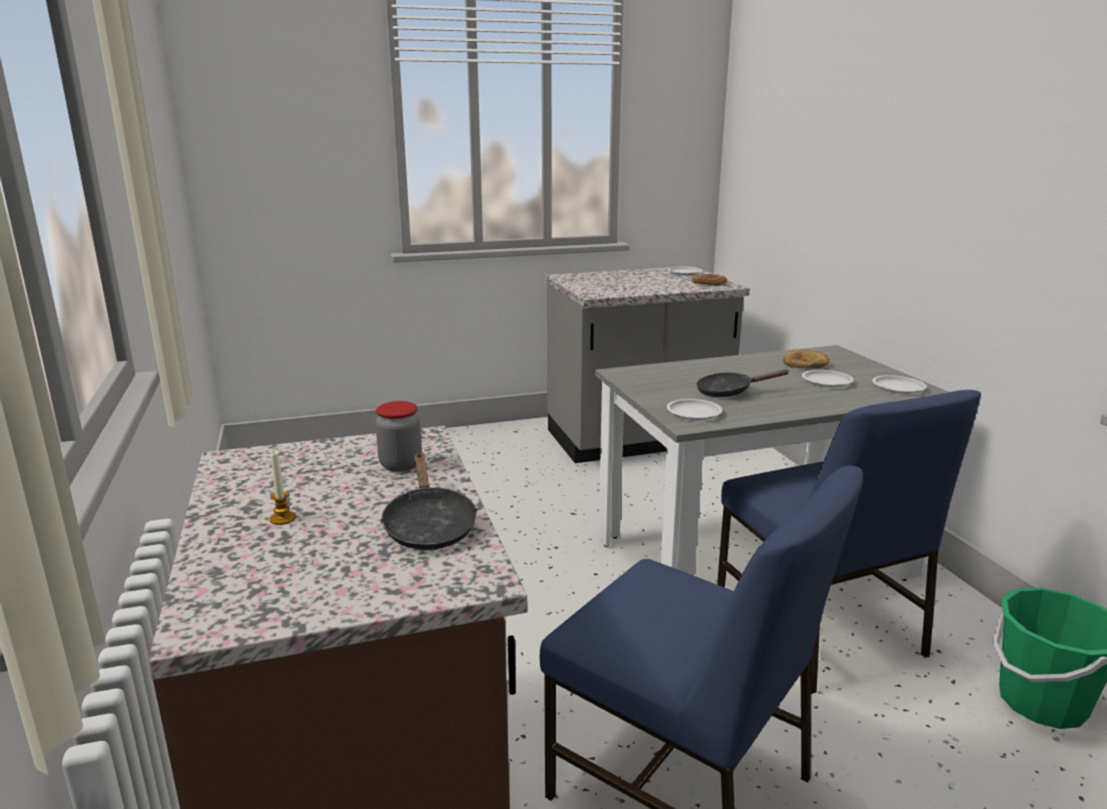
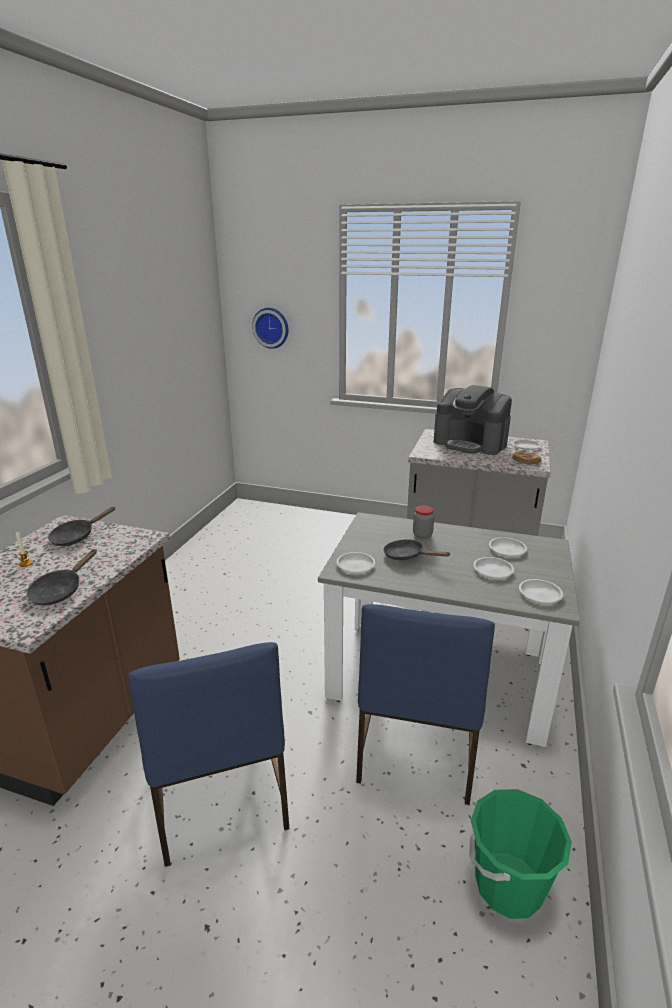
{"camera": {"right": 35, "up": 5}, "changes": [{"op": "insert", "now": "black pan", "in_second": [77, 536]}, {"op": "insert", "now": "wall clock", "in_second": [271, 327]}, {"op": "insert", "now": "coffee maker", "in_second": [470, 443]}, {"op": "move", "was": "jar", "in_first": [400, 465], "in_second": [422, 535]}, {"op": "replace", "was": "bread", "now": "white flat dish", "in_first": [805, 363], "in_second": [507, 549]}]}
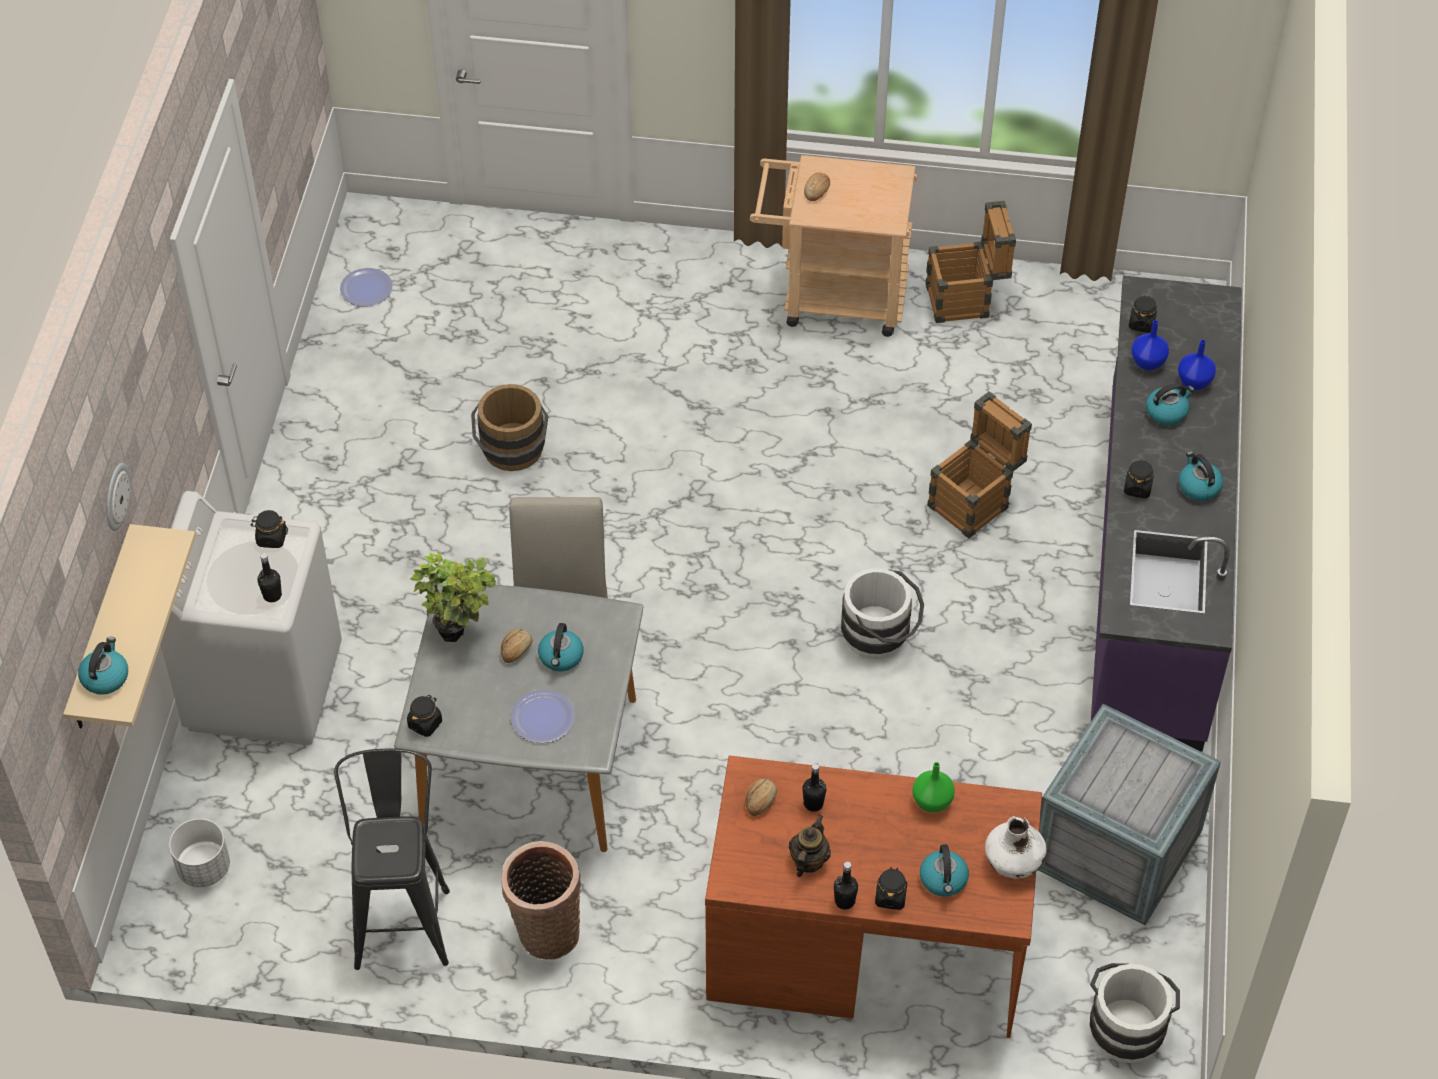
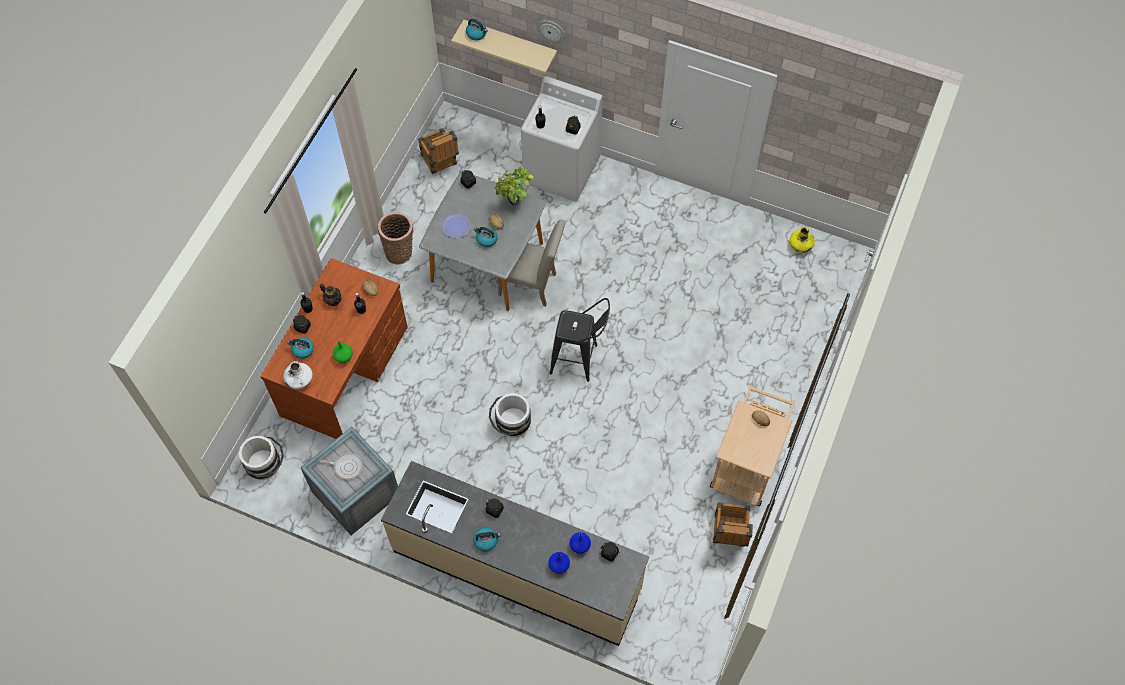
{"camera": {"right": 105, "up": 10}, "changes": [{"op": "delete", "was": "white planter", "in_first": [203, 868]}, {"op": "delete", "was": "brownish bucket", "in_first": [513, 453]}, {"op": "delete", "was": "kettle", "in_first": [1167, 412]}, {"op": "insert", "now": "pan", "in_second": [346, 466]}, {"op": "move", "was": "black sitting stool", "in_first": [403, 917], "in_second": [579, 361]}, {"op": "move", "was": "crate", "in_first": [975, 502], "in_second": [440, 163]}, {"op": "replace", "was": "flat dish", "now": "yellowish flower vase", "in_first": [366, 288], "in_second": [800, 246]}, {"op": "recolor", "was": "purple counter", "now": "sand-coloured counter", "in_first": [1151, 562], "in_second": [517, 570]}]}
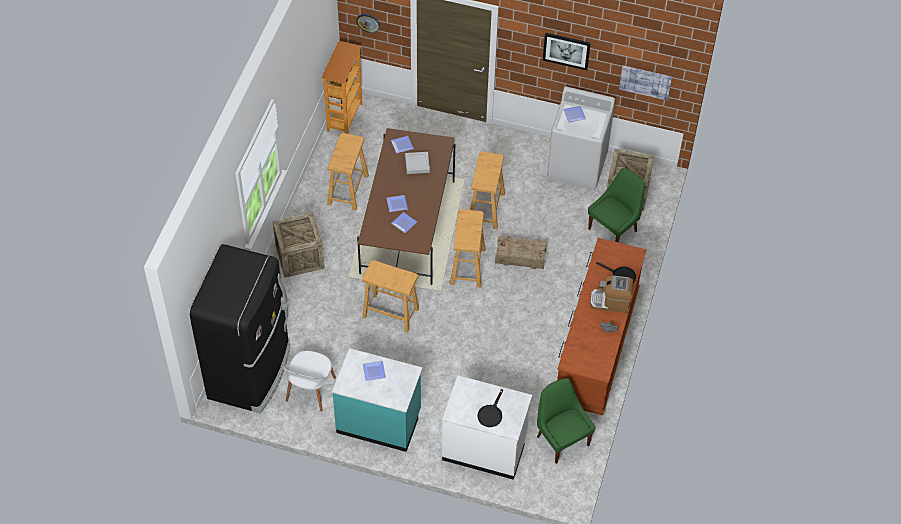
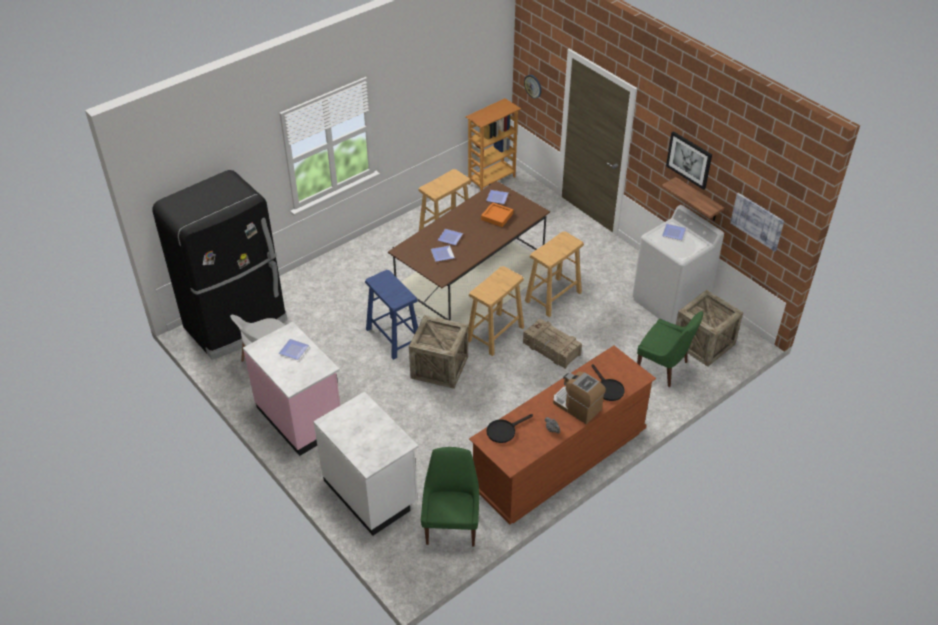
{"camera": {"right": 35, "up": -10}, "changes": [{"op": "insert", "now": "wall shelf", "in_second": [698, 200]}, {"op": "move", "was": "crate", "in_first": [300, 257], "in_second": [439, 367]}, {"op": "move", "was": "black pan", "in_first": [491, 413], "in_second": [504, 430]}, {"op": "recolor", "was": "blue-green counter", "now": "pink counter", "in_first": [379, 421], "in_second": [300, 417]}, {"op": "recolor", "was": "sand-coloured sitting stool", "now": "blue-coloured sitting stool", "in_first": [390, 312], "in_second": [393, 337]}, {"op": "recolor", "was": "grey tray", "now": "orange tray", "in_first": [417, 164], "in_second": [497, 217]}, {"op": "rotate", "was": "green-coloured plain chair", "in_first": [614, 229], "in_second": [664, 368], "clockwise": 45}]}
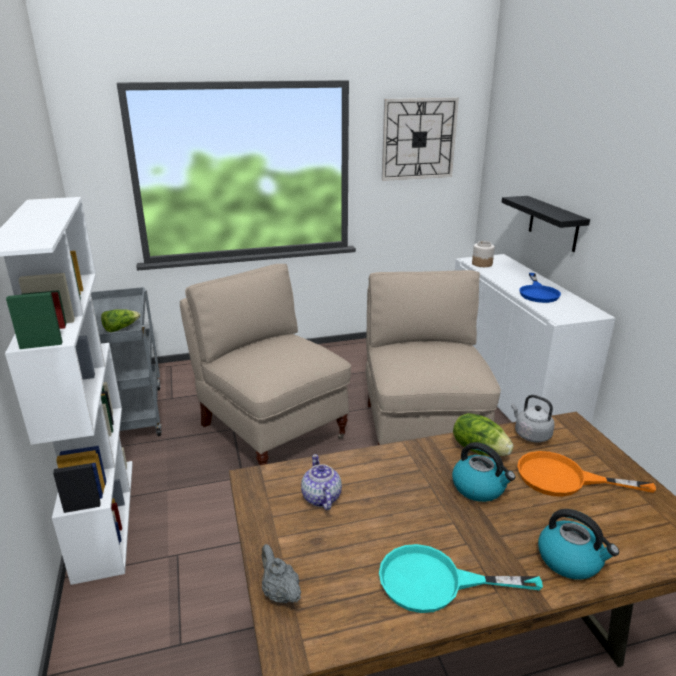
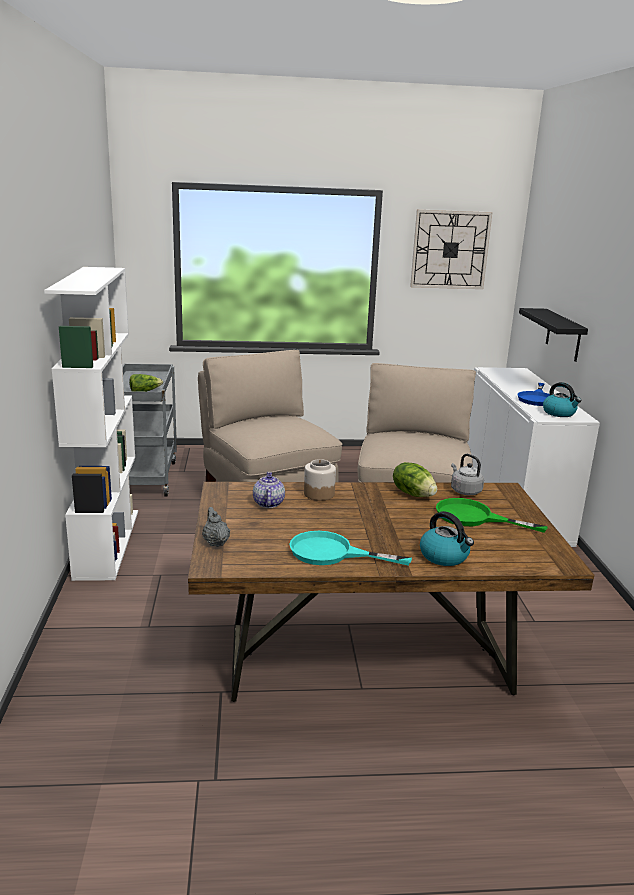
{"camera": {"right": 10, "up": -5}, "changes": [{"op": "move", "was": "kettle", "in_first": [479, 487], "in_second": [559, 413]}, {"op": "move", "was": "jar", "in_first": [481, 264], "in_second": [319, 494]}, {"op": "recolor", "was": "orange pan", "now": "green-coloured pan", "in_first": [564, 478], "in_second": [474, 517]}]}
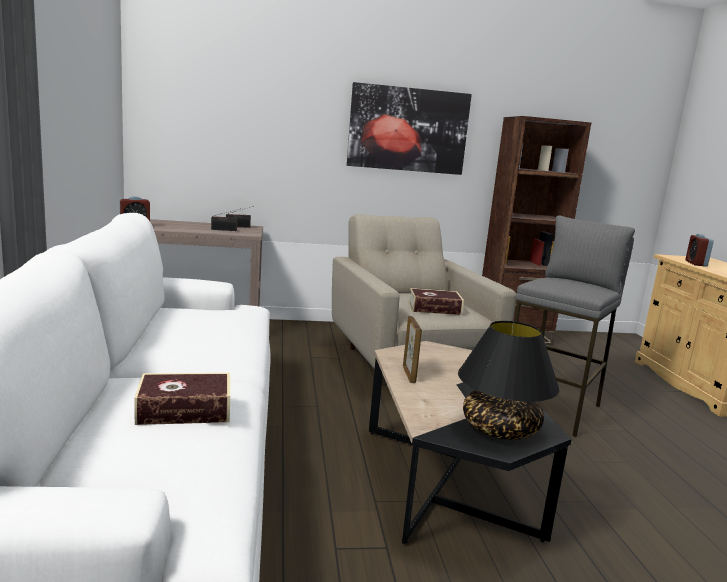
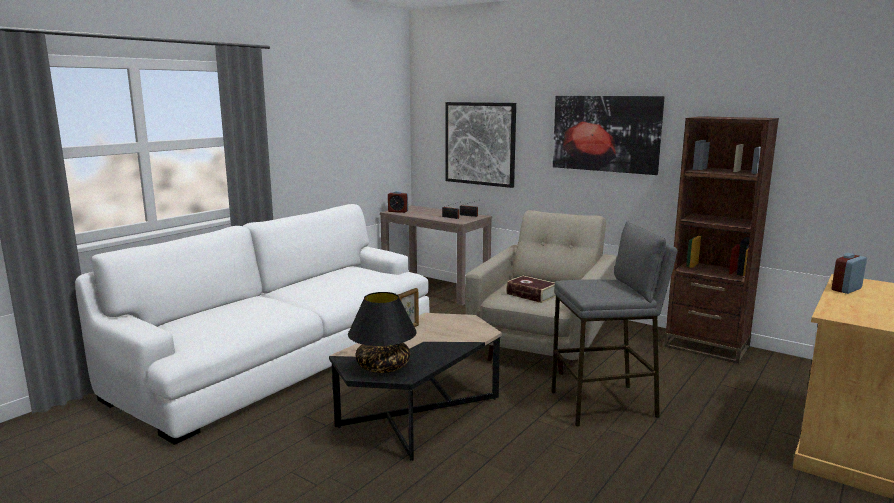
{"camera": {"right": 45, "up": 0}, "changes": [{"op": "delete", "was": "book", "in_first": [185, 410]}, {"op": "insert", "now": "wall picture", "in_second": [480, 143]}]}
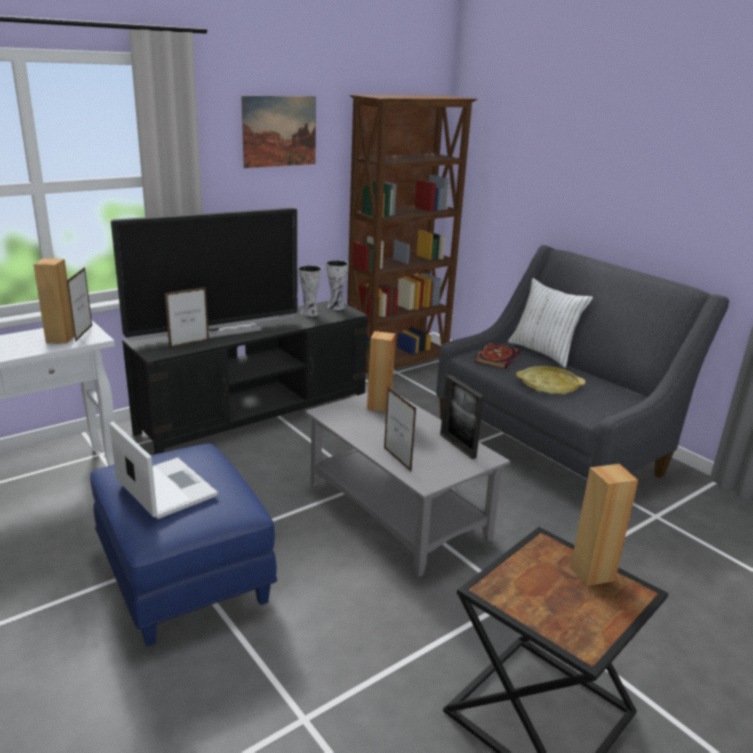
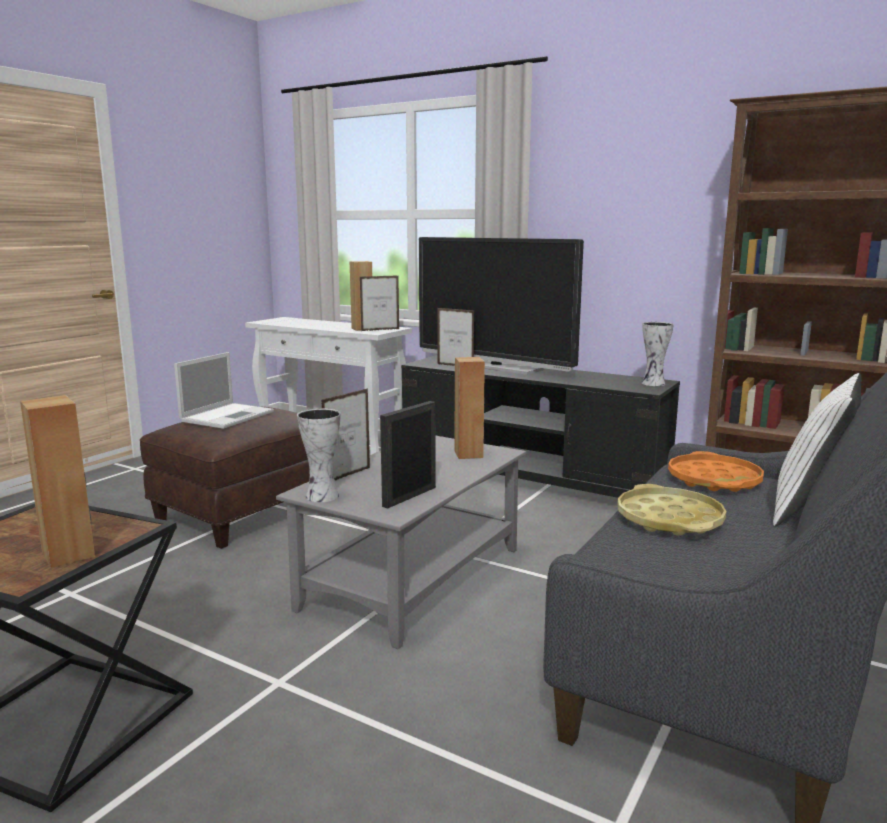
{"camera": {"right": 70, "up": -10}, "changes": [{"op": "delete", "was": "wall picture", "in_first": [279, 131]}, {"op": "move", "was": "flower vase", "in_first": [309, 314], "in_second": [320, 496]}, {"op": "replace", "was": "book", "now": "orange tray", "in_first": [496, 357], "in_second": [714, 480]}, {"op": "recolor", "was": "blue-coloured ottoman", "now": "brownish ottoman", "in_first": [186, 575], "in_second": [245, 513]}]}
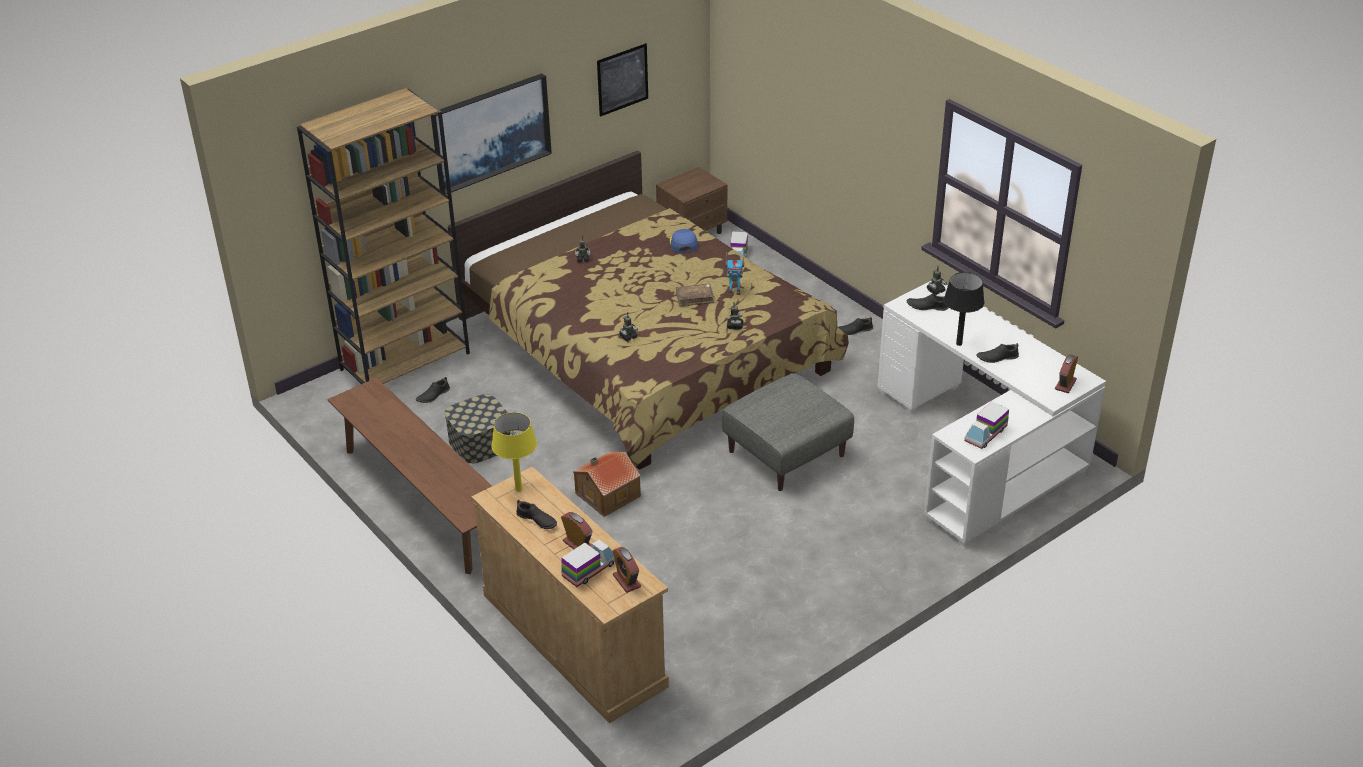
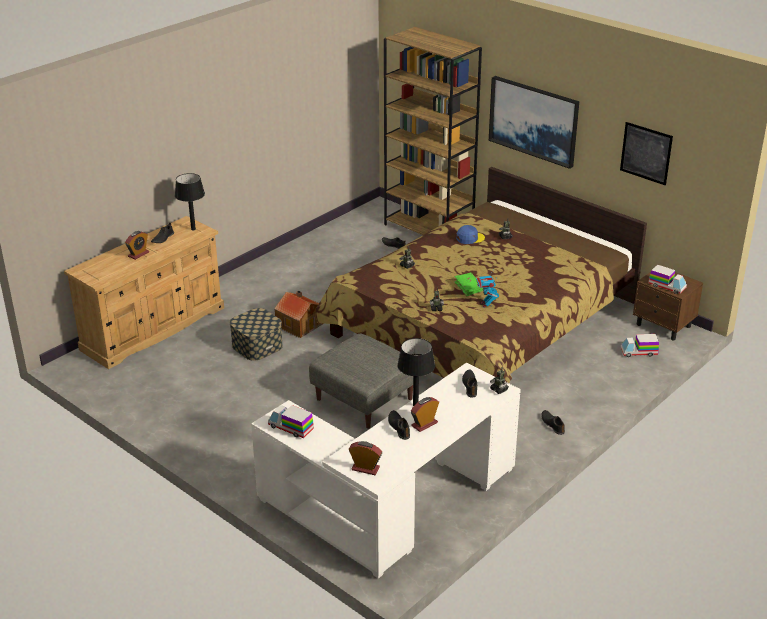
{"camera": {"right": 80, "up": -5}, "changes": [{"op": "delete", "was": "brownish indoor bench", "in_first": [424, 500]}, {"op": "move", "was": "storage bin", "in_first": [480, 442], "in_second": [257, 346]}, {"op": "move", "was": "toy lorry", "in_first": [589, 570], "in_second": [667, 287]}, {"op": "move", "was": "alarm clock", "in_first": [626, 581], "in_second": [424, 424]}, {"op": "move", "was": "blue-coloured baseball cap", "in_first": [683, 244], "in_second": [470, 238]}, {"op": "recolor", "was": "yellowish tabletop lamp", "now": "black tabletop lamp", "in_first": [519, 489], "in_second": [193, 229]}, {"op": "recolor", "was": "brownish book", "now": "green-coloured book", "in_first": [694, 298], "in_second": [468, 287]}]}
